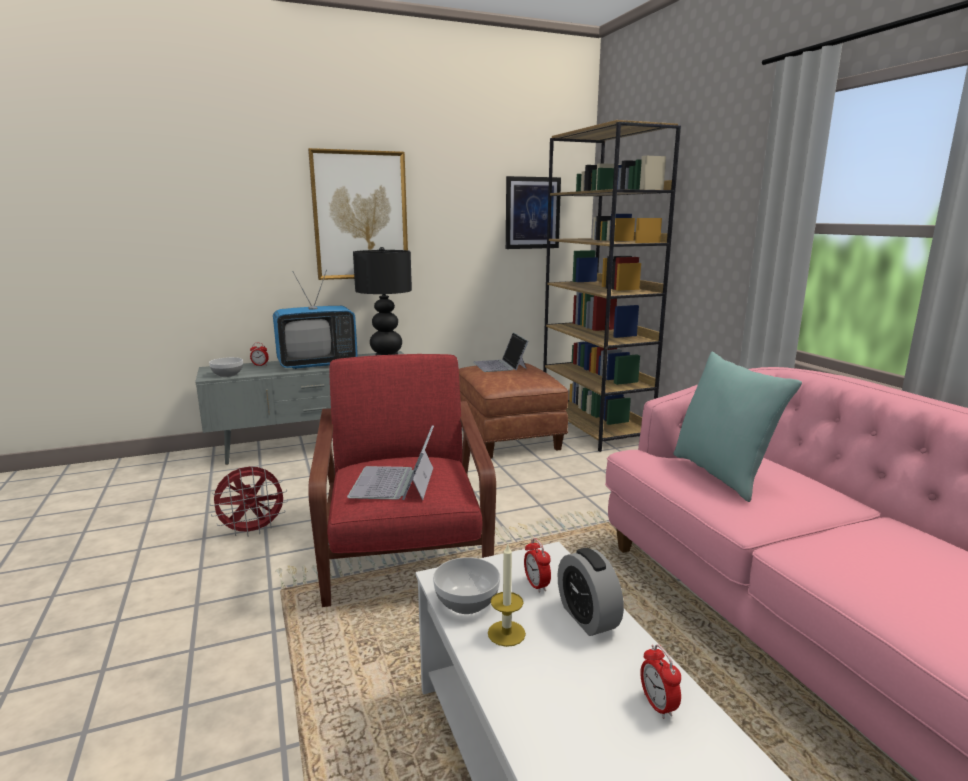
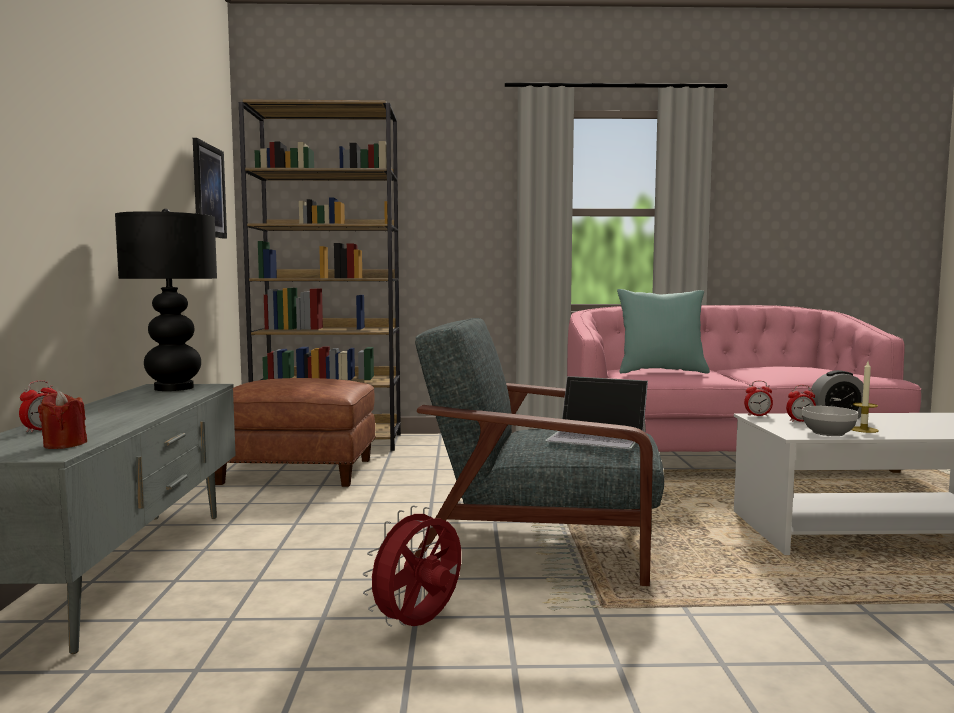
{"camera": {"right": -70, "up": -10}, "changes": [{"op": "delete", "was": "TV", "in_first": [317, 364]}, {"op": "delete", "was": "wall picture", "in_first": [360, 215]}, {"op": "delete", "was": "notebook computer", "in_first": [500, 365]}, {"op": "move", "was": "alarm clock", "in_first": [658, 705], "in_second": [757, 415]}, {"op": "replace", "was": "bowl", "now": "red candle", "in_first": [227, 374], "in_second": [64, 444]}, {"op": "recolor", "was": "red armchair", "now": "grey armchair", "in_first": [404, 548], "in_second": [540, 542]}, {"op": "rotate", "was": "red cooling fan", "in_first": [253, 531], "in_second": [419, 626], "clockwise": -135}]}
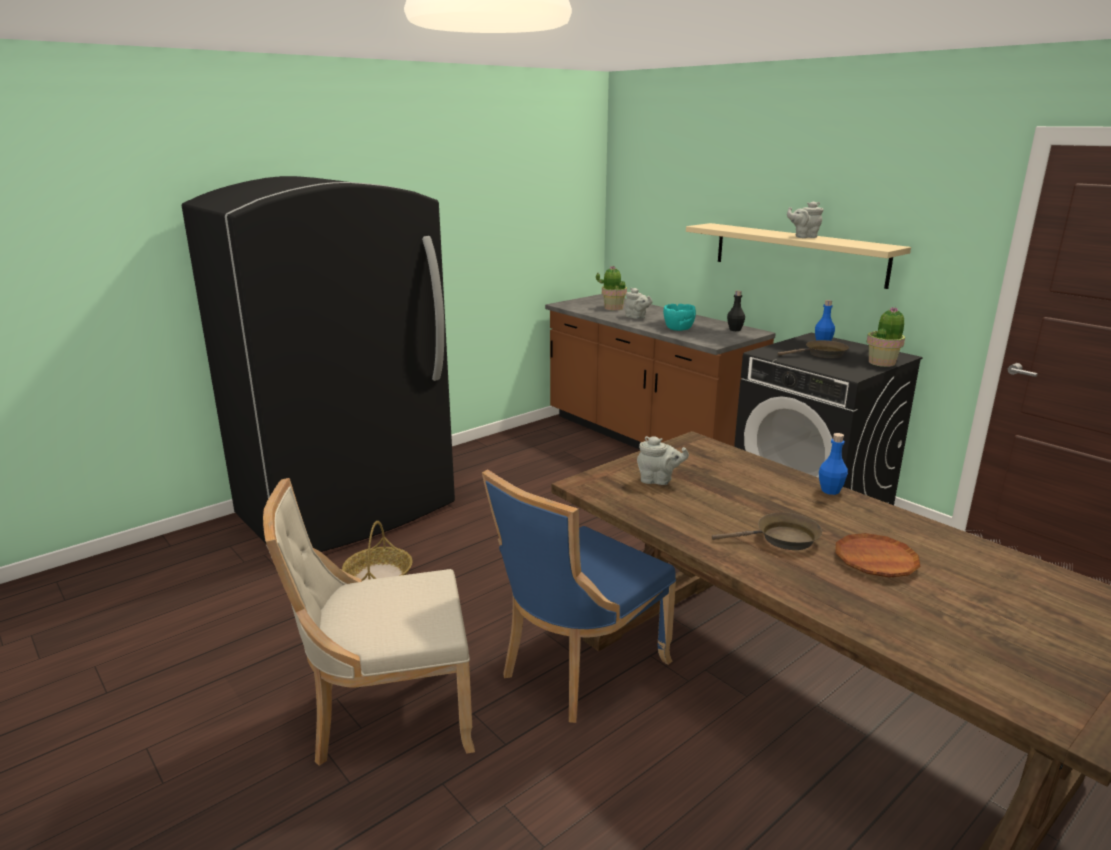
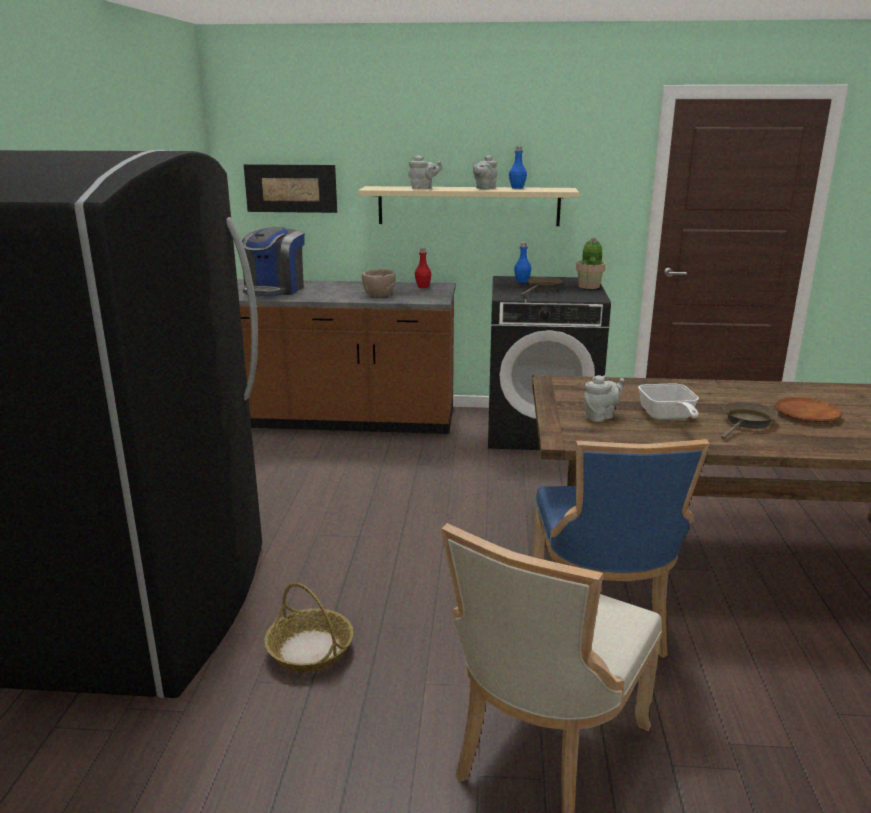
{"camera": {"right": -45, "up": 0}, "changes": [{"op": "insert", "now": "wall picture", "in_second": [291, 188]}, {"op": "insert", "now": "pan", "in_second": [667, 417]}, {"op": "move", "was": "grey teapot", "in_first": [636, 317], "in_second": [423, 188]}, {"op": "move", "was": "blue-coloured bottle", "in_first": [830, 491], "in_second": [517, 188]}, {"op": "replace", "was": "plant in a pot", "now": "coffee maker", "in_first": [613, 308], "in_second": [275, 289]}, {"op": "recolor", "was": "blue-green bowl", "now": "brownish bowl", "in_first": [678, 328], "in_second": [378, 295]}, {"op": "recolor", "was": "black bottle", "now": "red bottle", "in_first": [735, 330], "in_second": [423, 286]}]}
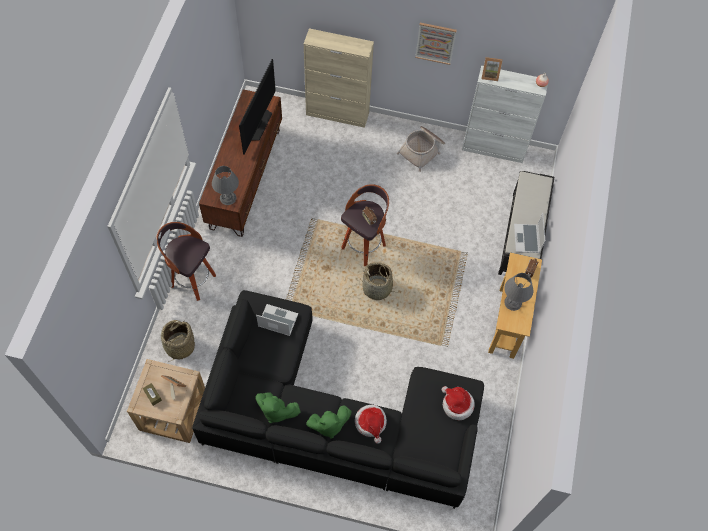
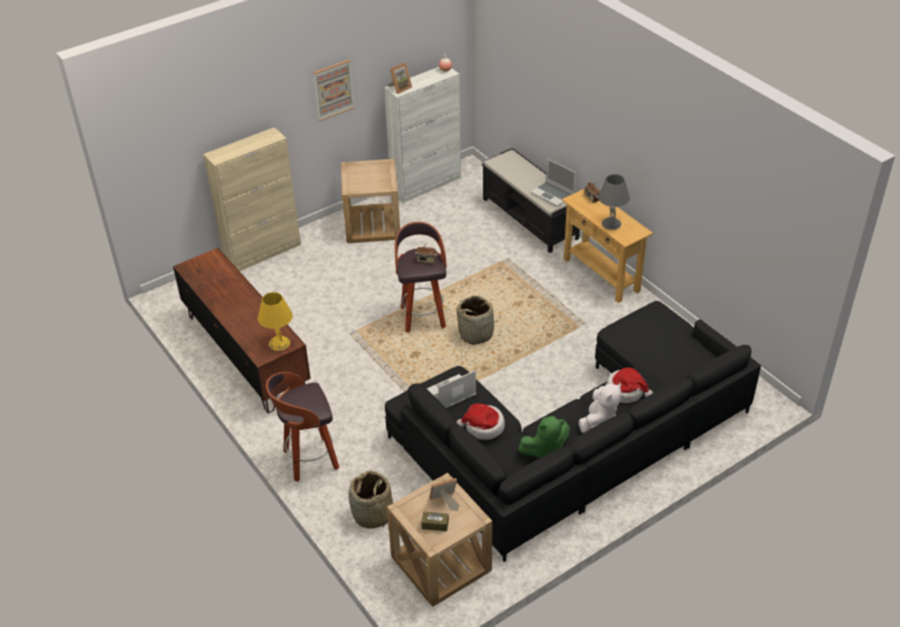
{"camera": {"right": -45, "up": -20}, "changes": [{"op": "delete", "was": "TV", "in_first": [258, 124]}, {"op": "move", "was": "clothing hat", "in_first": [456, 405], "in_second": [483, 427]}, {"op": "replace", "was": "storage basket", "now": "sand-coloured end table", "in_first": [422, 150], "in_second": [372, 224]}, {"op": "recolor", "was": "grey tabletop lamp", "now": "yellowish tabletop lamp", "in_first": [228, 198], "in_second": [279, 343]}, {"op": "recolor", "was": "green-coloured cuddly toy", "now": "white cuddly toy", "in_first": [328, 425], "in_second": [599, 421]}]}
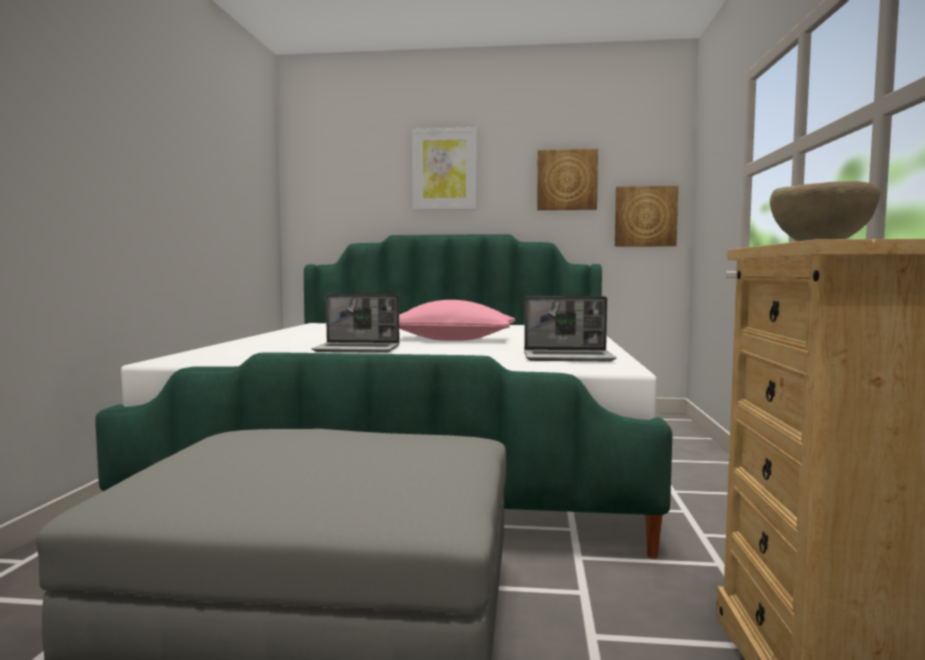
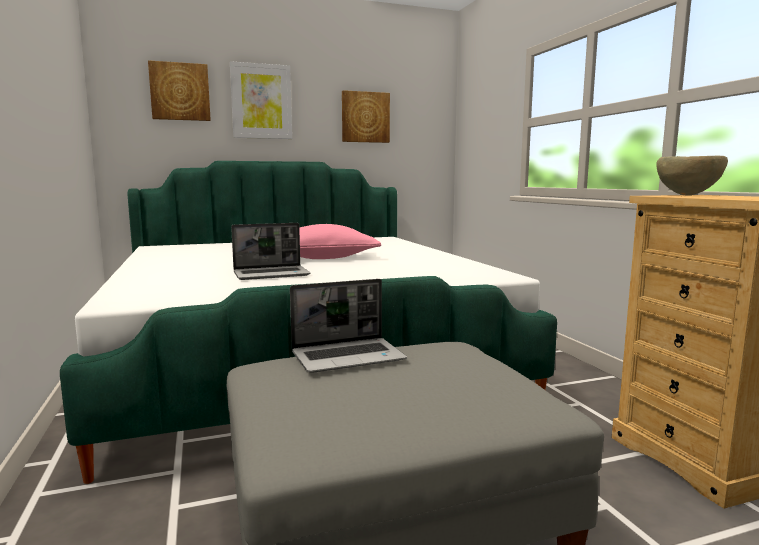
{"camera": {"right": -25, "up": 5}, "changes": [{"op": "move", "was": "notebook computer", "in_first": [569, 358], "in_second": [349, 357]}, {"op": "move", "was": "wall picture", "in_first": [645, 216], "in_second": [180, 92]}]}
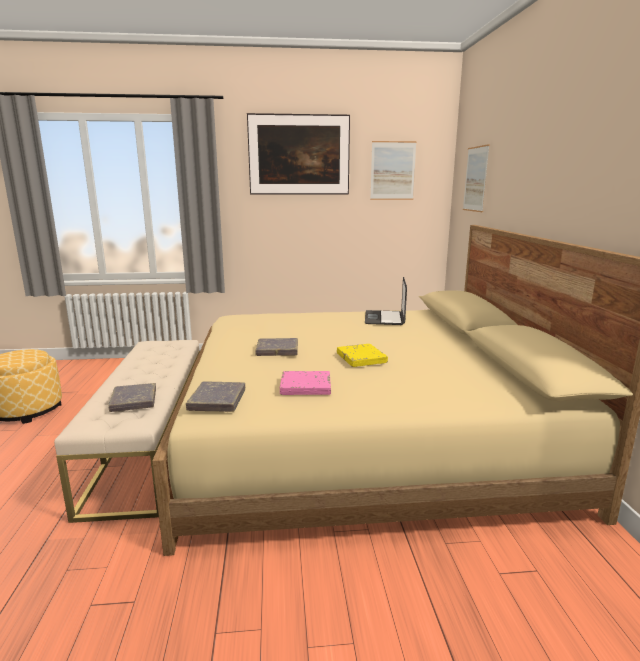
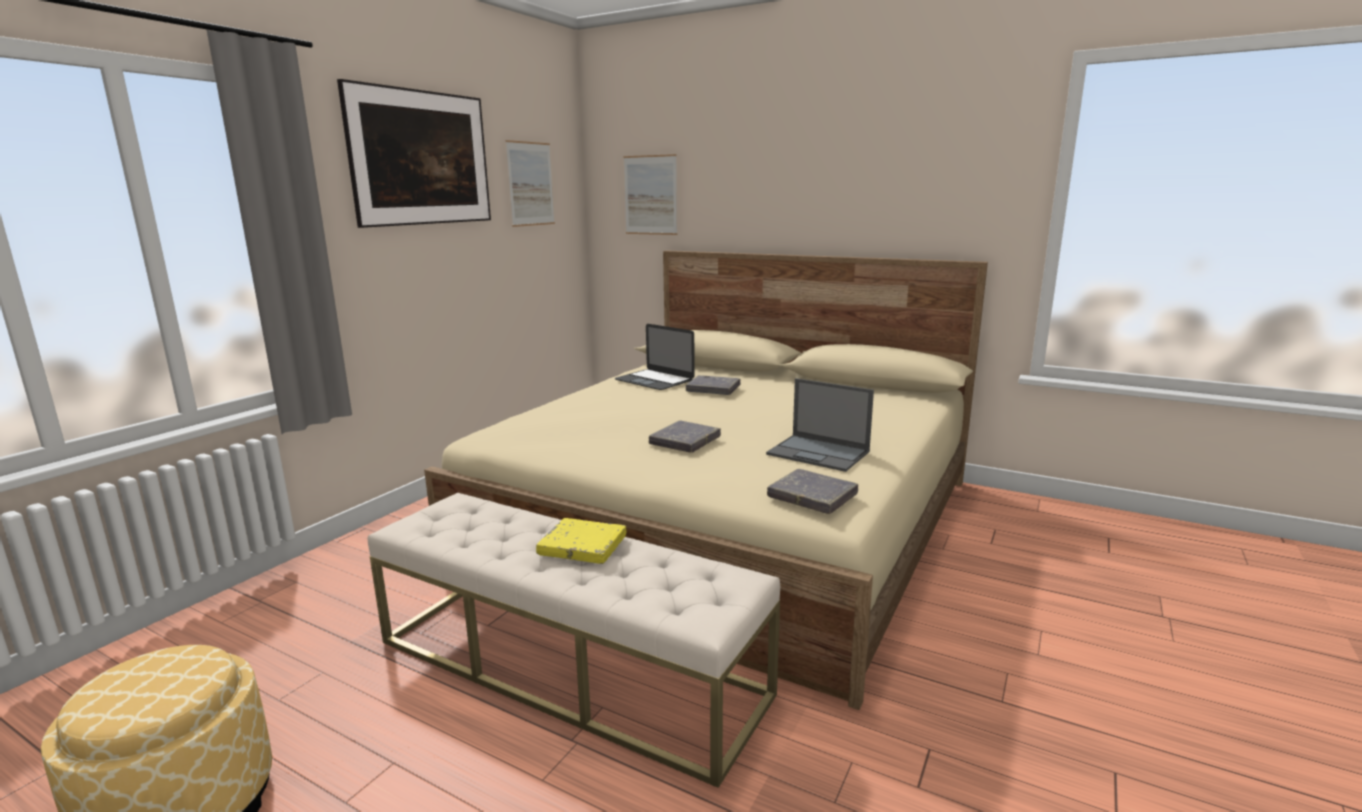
{"camera": {"right": -55, "up": 0}, "changes": [{"op": "move", "was": "grey book", "in_first": [133, 401], "in_second": [713, 389]}, {"op": "move", "was": "yellowish book", "in_first": [361, 358], "in_second": [583, 546]}, {"op": "replace", "was": "pink book", "now": "notebook computer", "in_first": [305, 387], "in_second": [819, 453]}]}
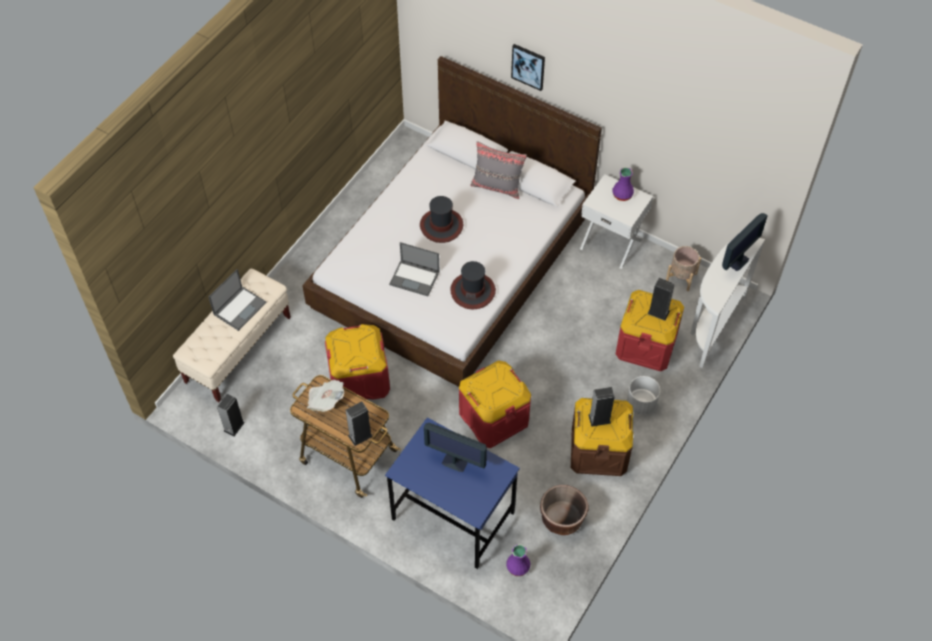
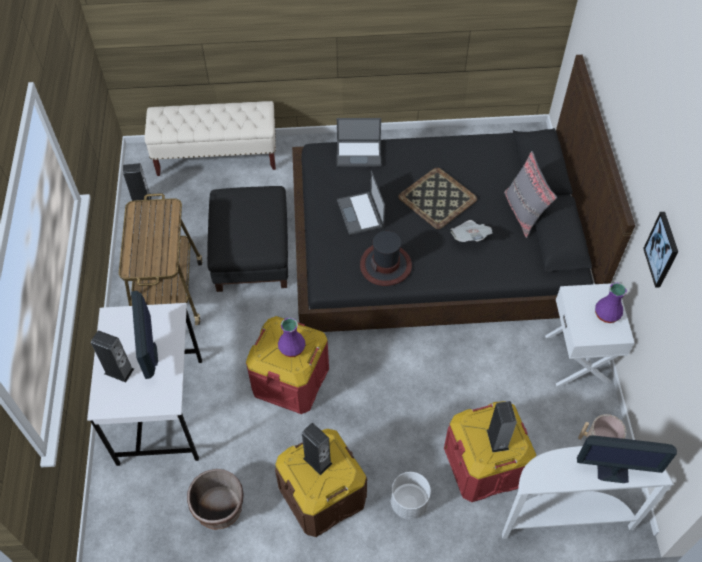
{"camera": {"right": 55, "up": 0}, "changes": [{"op": "move", "was": "notebook computer", "in_first": [240, 308], "in_second": [359, 153]}, {"op": "move", "was": "daily paper", "in_first": [325, 400], "in_second": [469, 237]}, {"op": "move", "was": "audio speaker", "in_first": [360, 436], "in_second": [119, 371]}, {"op": "move", "was": "purple flower vase", "in_first": [518, 566], "in_second": [292, 348]}, {"op": "move", "was": "wall picture", "in_first": [528, 66], "in_second": [662, 249]}, {"op": "replace", "was": "red storage bin", "now": "black ottoman", "in_first": [359, 379], "in_second": [252, 253]}, {"op": "replace", "was": "clothing hat", "now": "tray", "in_first": [441, 226], "in_second": [436, 198]}, {"op": "recolor", "was": "white bedroom bed", "now": "black bedroom bed", "in_first": [453, 259], "in_second": [437, 242]}, {"op": "recolor", "was": "blue-coloured desk", "now": "white desk", "in_first": [452, 516], "in_second": [160, 410]}]}
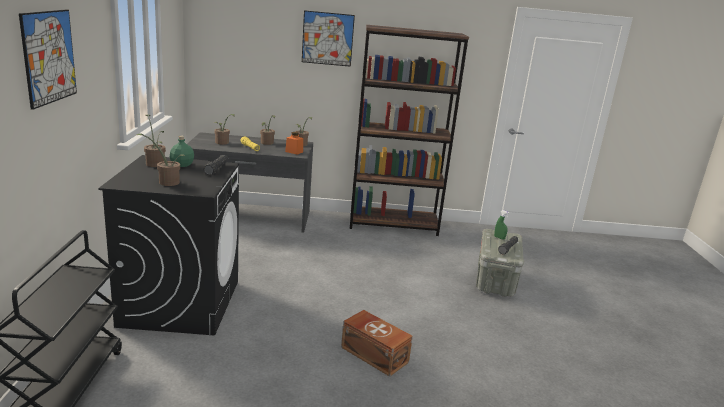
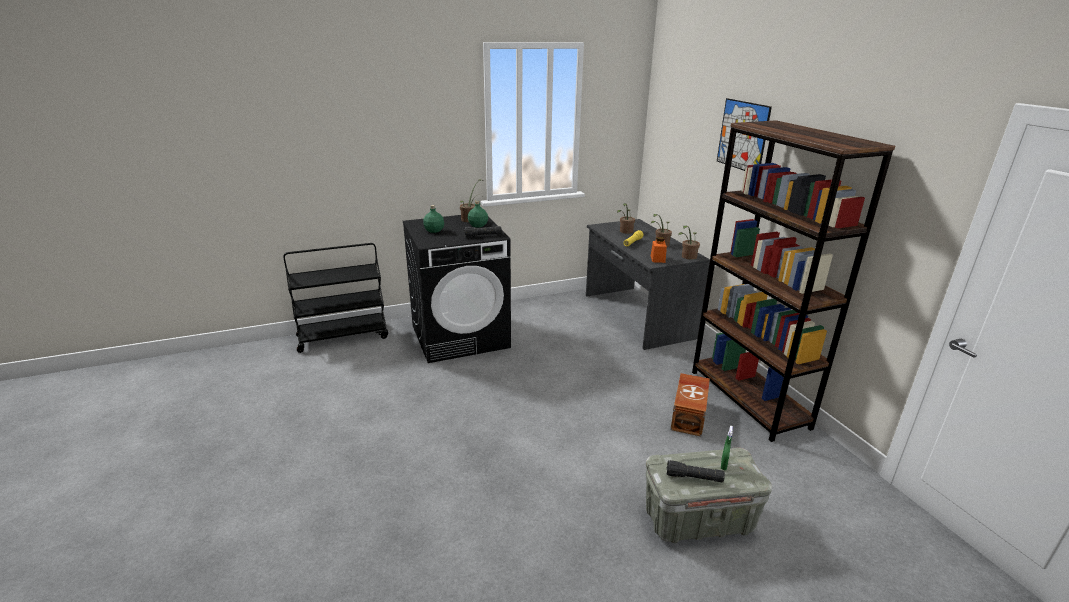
{"camera": {"right": 70, "up": 5}, "changes": [{"op": "delete", "was": "wall picture", "in_first": [49, 57]}, {"op": "move", "was": "brownish storage bin", "in_first": [374, 354], "in_second": [689, 415]}, {"op": "replace", "was": "plant in a pot", "now": "green-coloured bottle", "in_first": [166, 182], "in_second": [434, 230]}]}
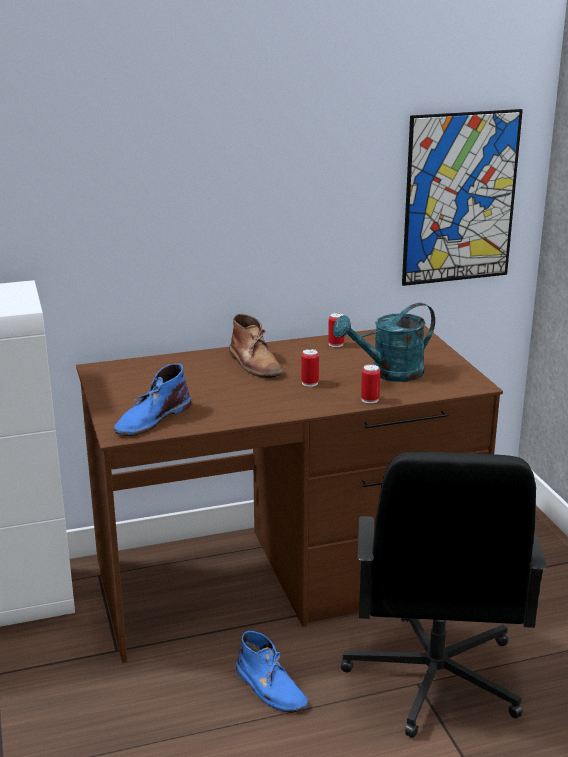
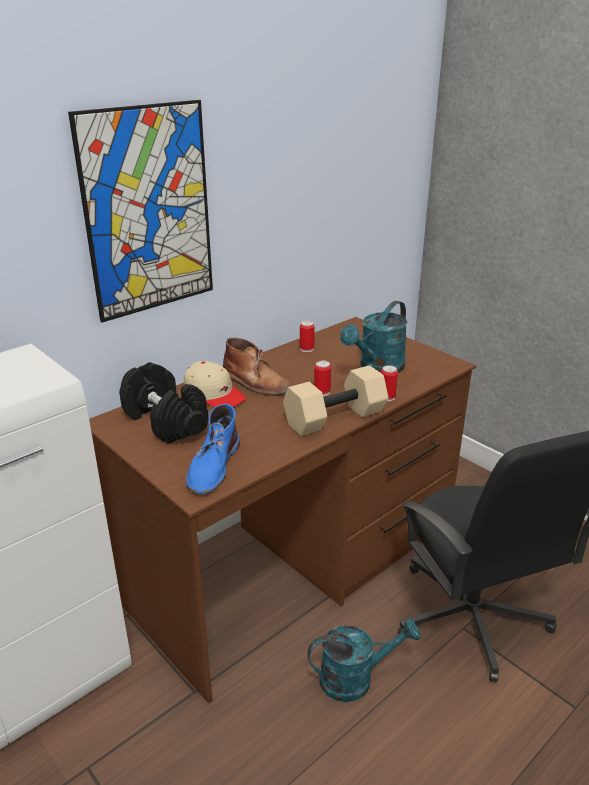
{"camera": {"right": -25, "up": 5}, "changes": [{"op": "insert", "now": "black hand weight", "in_second": [166, 421]}, {"op": "insert", "now": "sand-coloured baseball cap", "in_second": [214, 394]}, {"op": "insert", "now": "sand-coloured hand weight", "in_second": [335, 419]}, {"op": "move", "was": "wall picture", "in_first": [460, 198], "in_second": [148, 212]}, {"op": "replace", "was": "blue-coloured boot", "now": "blue-green watering pot", "in_first": [270, 688], "in_second": [355, 678]}]}
